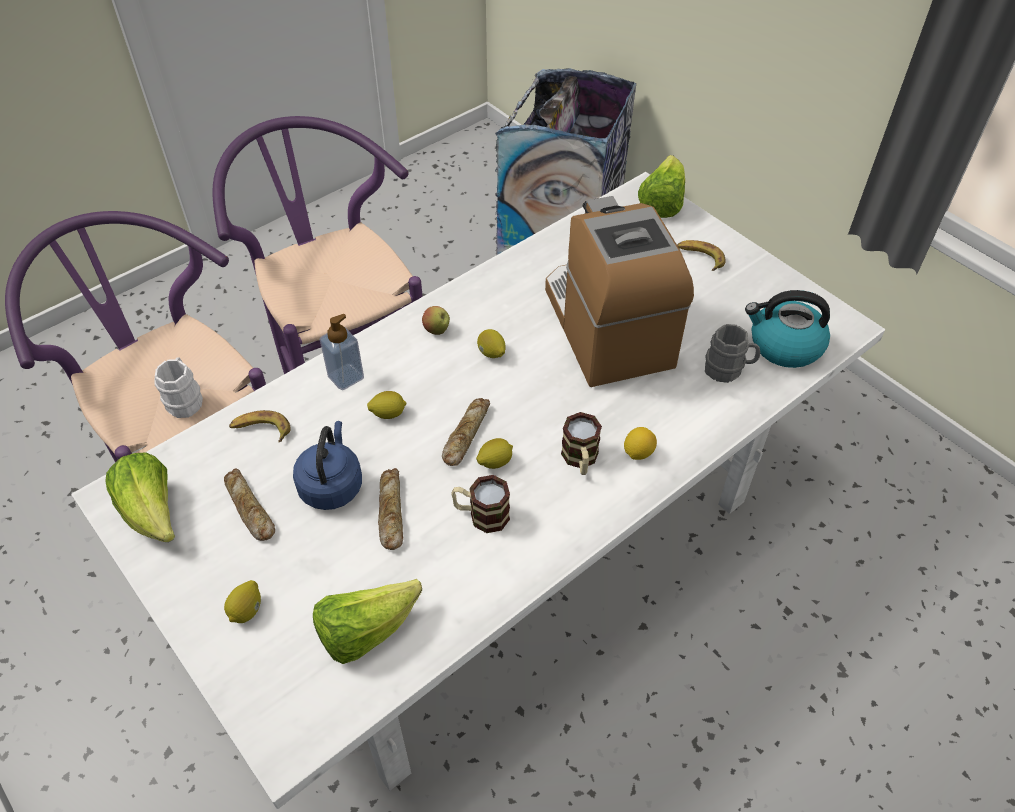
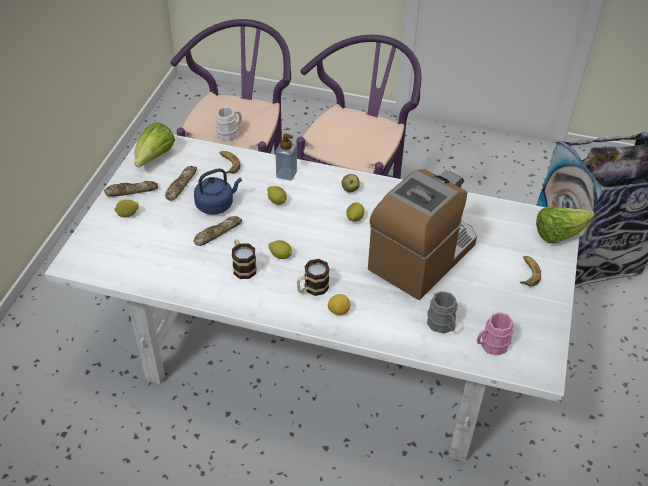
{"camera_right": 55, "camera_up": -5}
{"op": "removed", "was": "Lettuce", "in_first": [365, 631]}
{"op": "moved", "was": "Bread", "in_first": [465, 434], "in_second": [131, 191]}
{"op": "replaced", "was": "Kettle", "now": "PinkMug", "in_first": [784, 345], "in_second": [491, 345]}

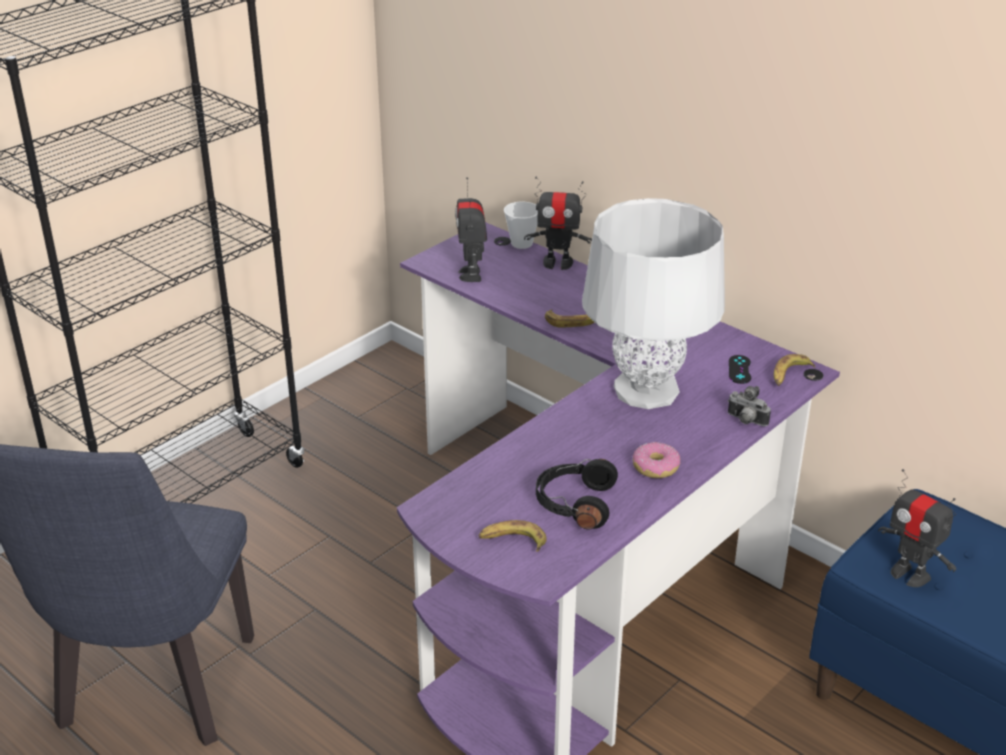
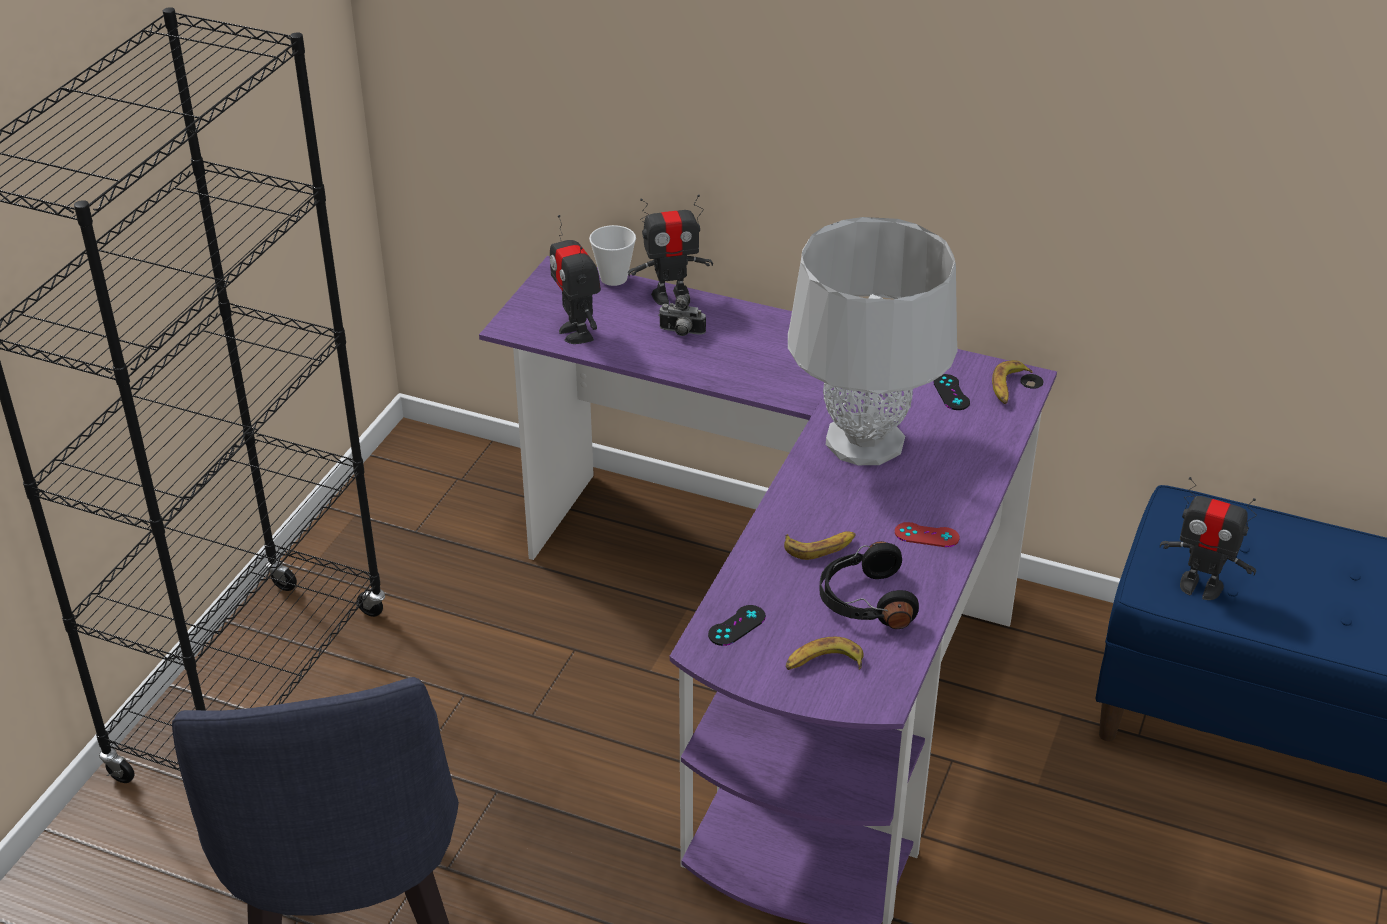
{"camera_right": -20, "camera_up": 5}
{"op": "moved", "was": "Banana", "in_first": [571, 322], "in_second": [820, 547]}
{"op": "replaced", "was": "Donut", "now": "RedGameController", "in_first": [655, 467], "in_second": [926, 535]}
{"op": "moved", "was": "PhotoCamera", "in_first": [745, 421], "in_second": [681, 333]}
{"op": "added", "now": "BlackGameController", "in_second": [736, 626]}

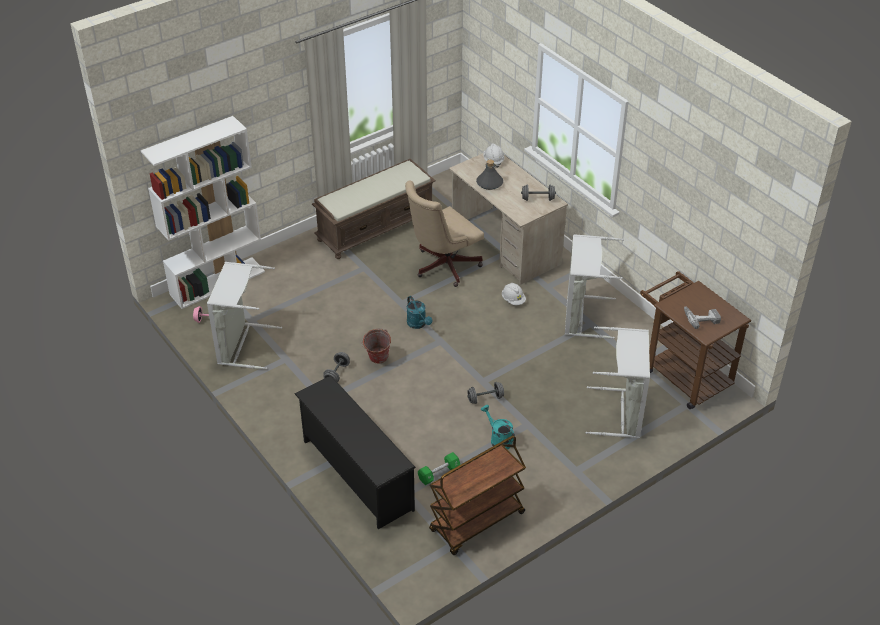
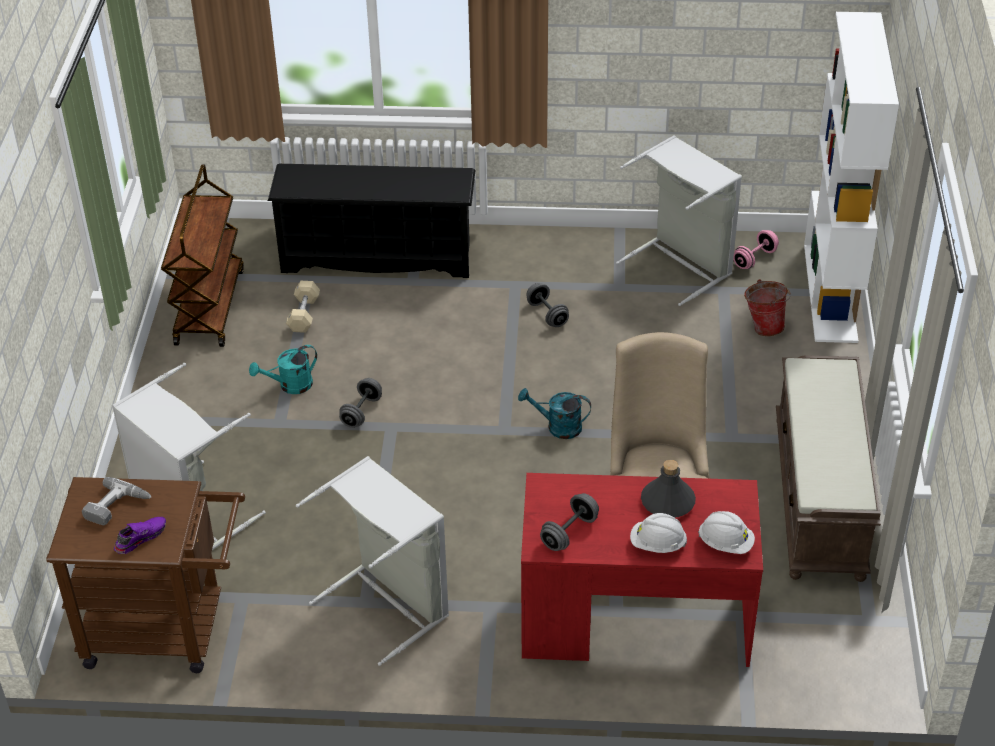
{"camera_right": 130, "camera_up": 0}
{"op": "moved", "was": "Bucket", "in_first": [377, 360], "in_second": [764, 326]}
{"op": "recoloured", "was": "GreenDumbbell", "now": "BeigeDumbbell", "in_first": [439, 473], "in_second": [304, 314]}
{"op": "recoloured", "was": "BeigeDesk", "now": "RedDesk", "in_first": [505, 245], "in_second": [634, 621]}
{"op": "turned", "was": "TurquoiseWateringCan", "in_first": [498, 439], "in_second": [290, 386], "clockwise": 150}
{"op": "moved", "was": "WhiteHardHat", "in_first": [513, 300], "in_second": [657, 544]}
{"op": "added", "now": "PurpleShoe", "in_second": [140, 537]}

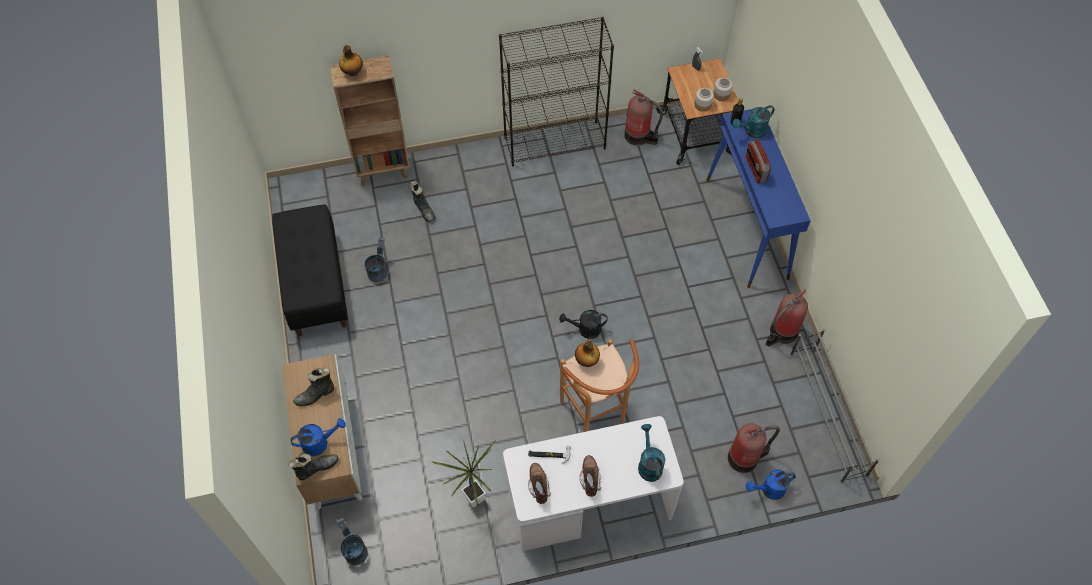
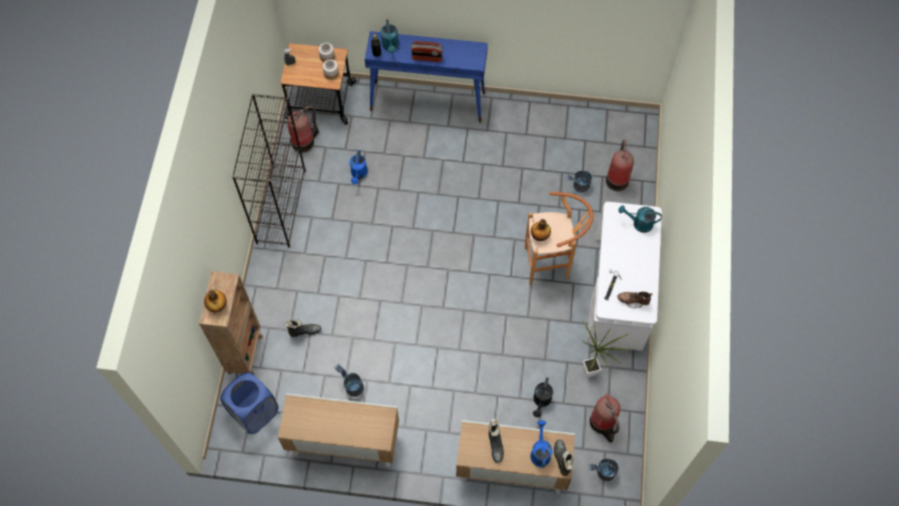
{"camera_right": -70, "camera_up": 5}
{"op": "replaced", "was": "BlackBench", "now": "Cabinet", "in_first": [315, 284], "in_second": [343, 443]}
{"op": "moved", "was": "BlackWateringCan", "in_first": [585, 330], "in_second": [541, 401]}
{"op": "removed", "was": "BrownBoot", "in_first": [590, 478]}
{"op": "moved", "was": "BlueWateringCan", "in_first": [769, 490], "in_second": [358, 174]}
{"op": "moved", "was": "FireExtinguisher", "in_first": [782, 333], "in_second": [603, 424]}
{"op": "removed", "was": "GreyShoeRack", "in_first": [827, 414]}
{"op": "added", "now": "BlueLaundryBasket", "in_second": [254, 412]}
{"op": "added", "now": "GreyBucket", "in_second": [578, 186]}

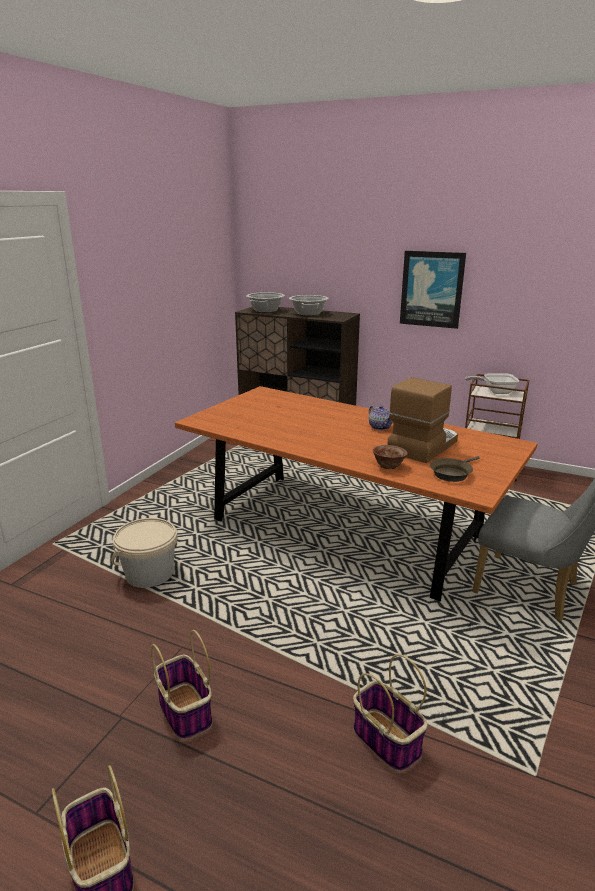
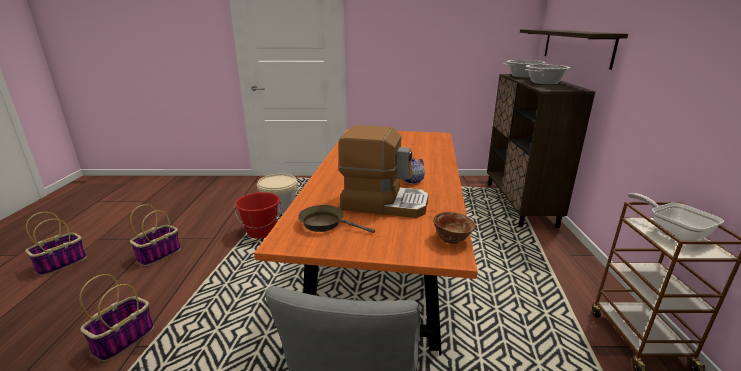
{"camera_right": 65, "camera_up": 0}
{"op": "moved", "was": "Bowl", "in_first": [388, 466], "in_second": [452, 239]}
{"op": "removed", "was": "Picture", "in_first": [432, 289]}
{"op": "added", "now": "RedBucket", "in_second": [261, 232]}
{"op": "added", "now": "Shelf", "in_second": [576, 46]}

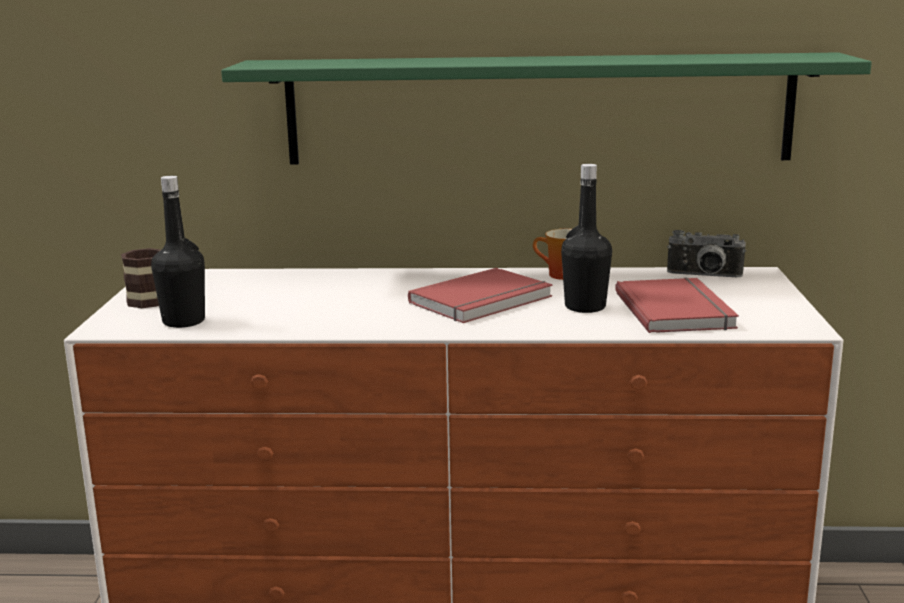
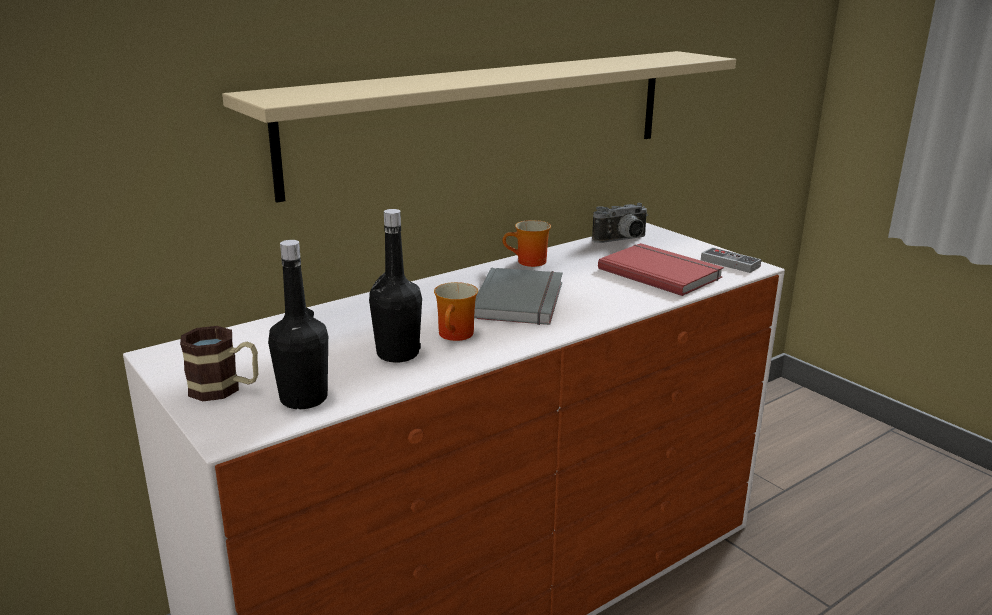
{"camera_right": -40, "camera_up": 5}
{"op": "recoloured", "was": "GreenShelf", "now": "BeigeShelf", "in_first": [537, 109], "in_second": [490, 117]}
{"op": "recoloured", "was": "RedBook", "now": "GreyBook", "in_first": [484, 301], "in_second": [522, 300]}
{"op": "moved", "was": "BlackBottle", "in_first": [585, 307], "in_second": [398, 354]}
{"op": "added", "now": "Mug", "in_second": [458, 335]}
{"op": "added", "now": "GameController", "in_second": [730, 263]}

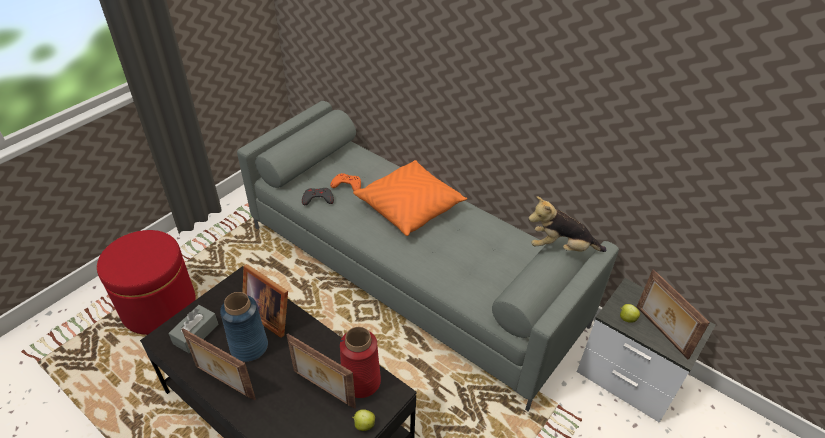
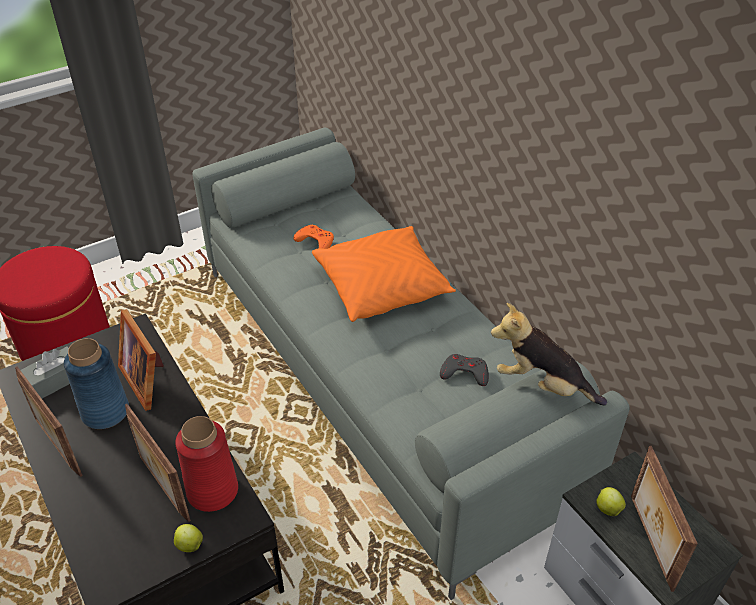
{"camera_right": 20, "camera_up": 0}
{"op": "moved", "was": "GreyGameController", "in_first": [318, 199], "in_second": [464, 373]}

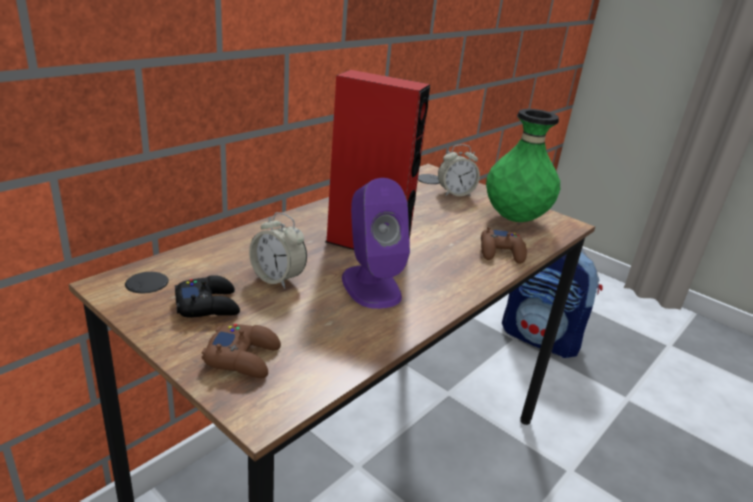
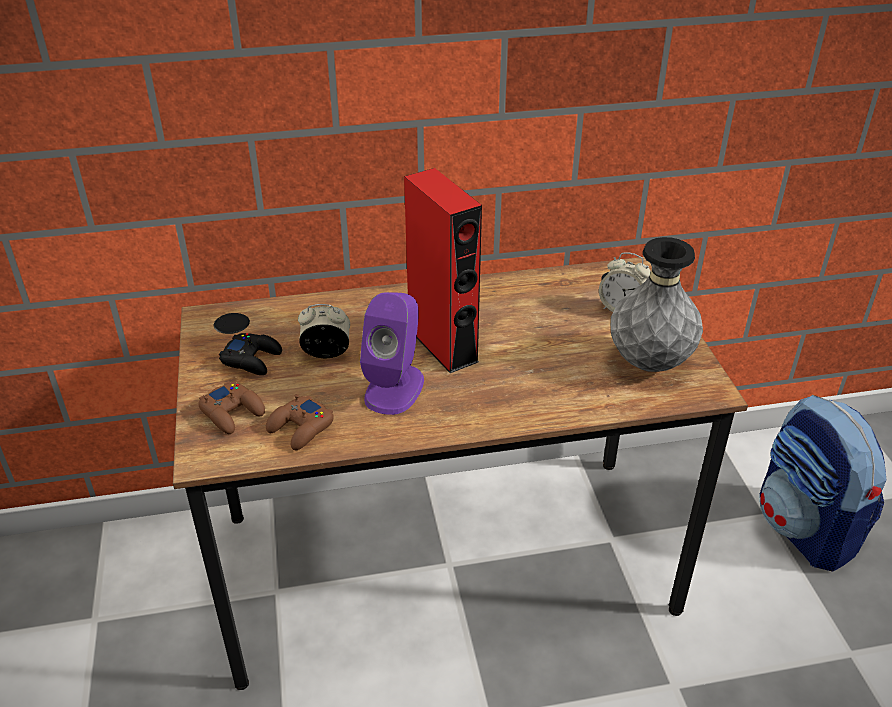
{"camera_right": 40, "camera_up": 10}
{"op": "turned", "was": "AlarmClock", "in_first": [277, 278], "in_second": [326, 353], "clockwise": 105}
{"op": "moved", "was": "BrownGameController", "in_first": [501, 252], "in_second": [301, 428]}
{"op": "recoloured", "was": "GreenVase", "now": "GreyVase", "in_first": [515, 219], "in_second": [649, 363]}

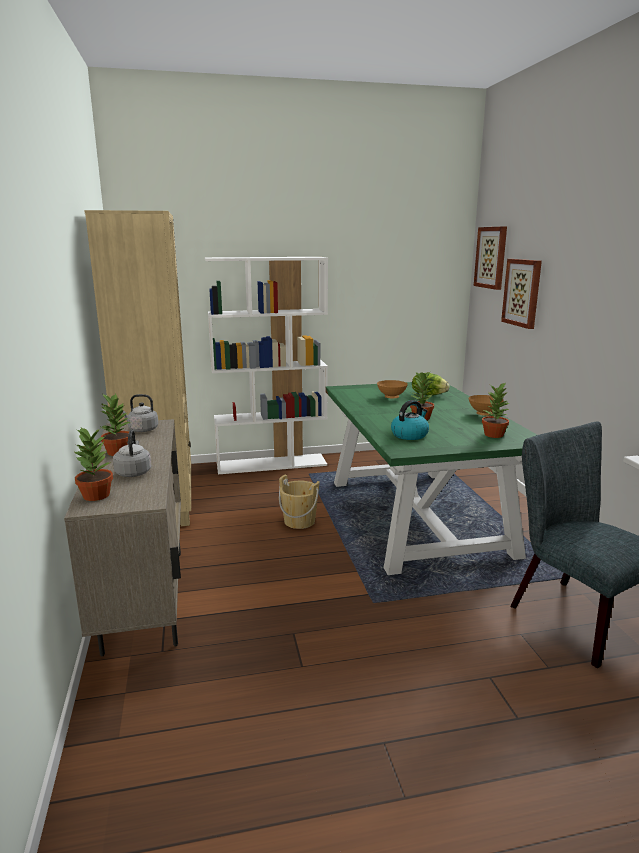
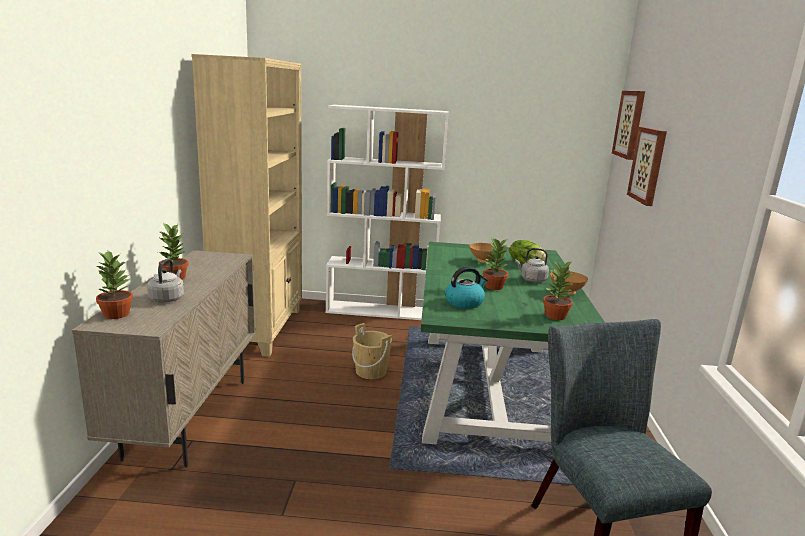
{"camera_right": 15, "camera_up": 0}
{"op": "moved", "was": "GreyKettle", "in_first": [141, 429], "in_second": [532, 280]}

